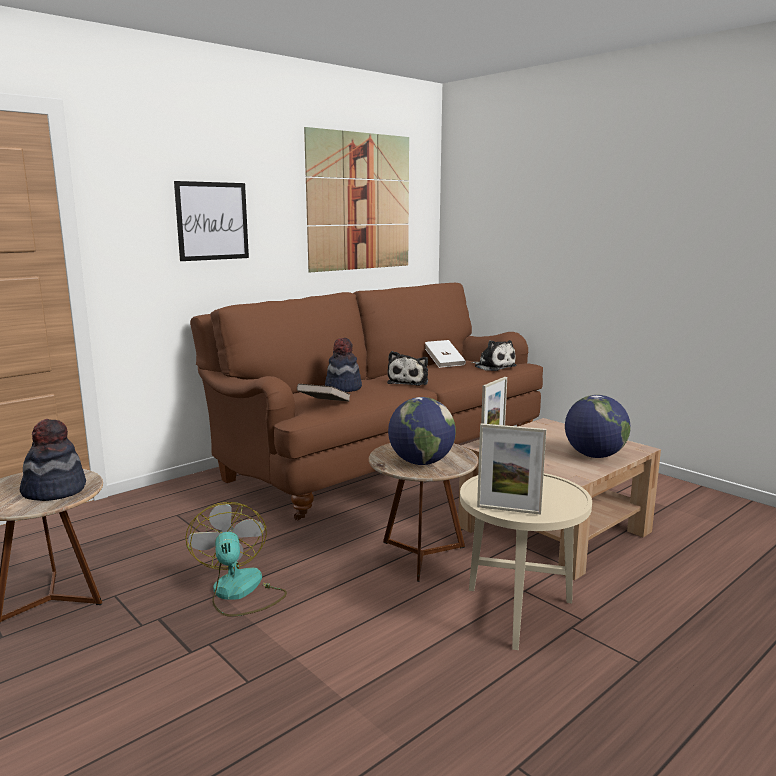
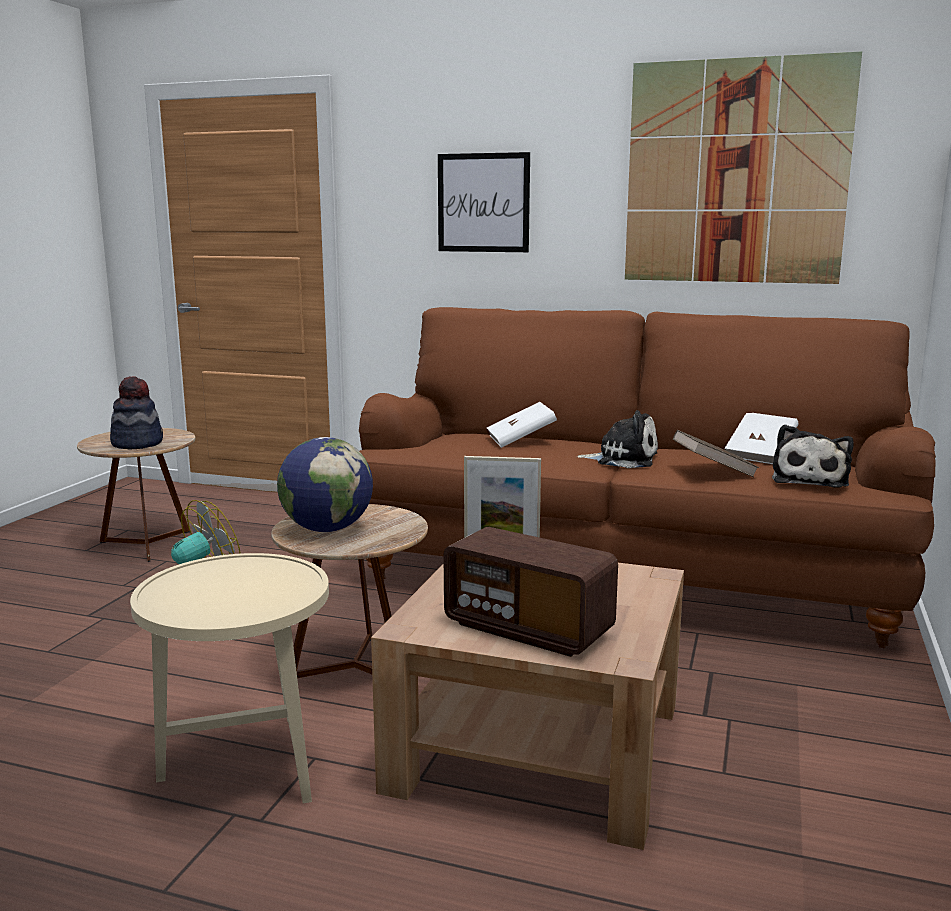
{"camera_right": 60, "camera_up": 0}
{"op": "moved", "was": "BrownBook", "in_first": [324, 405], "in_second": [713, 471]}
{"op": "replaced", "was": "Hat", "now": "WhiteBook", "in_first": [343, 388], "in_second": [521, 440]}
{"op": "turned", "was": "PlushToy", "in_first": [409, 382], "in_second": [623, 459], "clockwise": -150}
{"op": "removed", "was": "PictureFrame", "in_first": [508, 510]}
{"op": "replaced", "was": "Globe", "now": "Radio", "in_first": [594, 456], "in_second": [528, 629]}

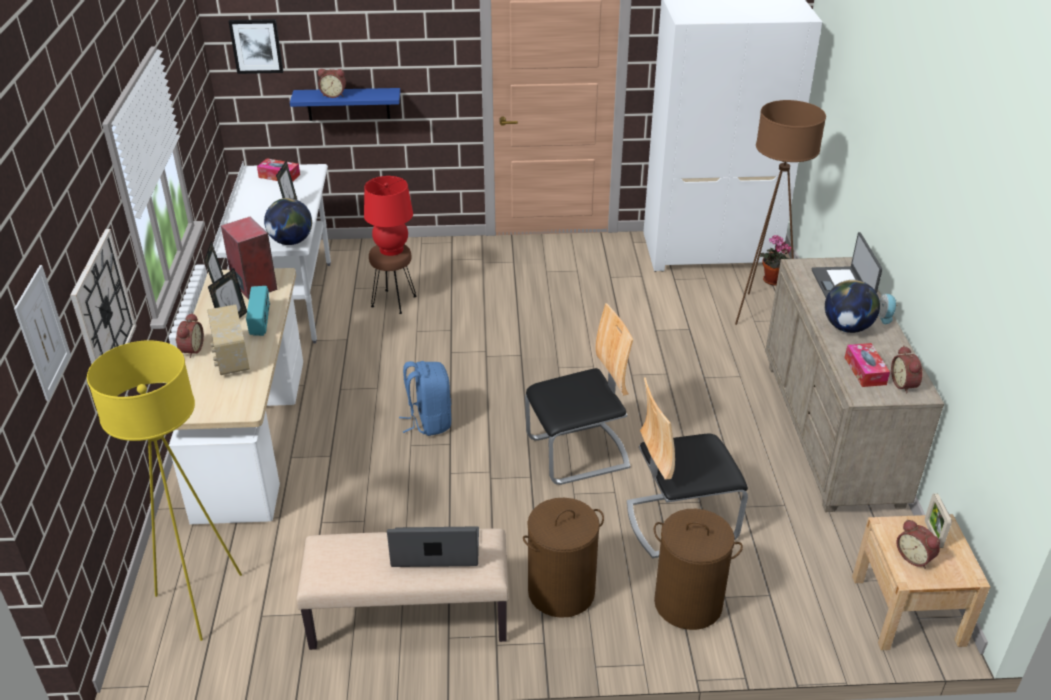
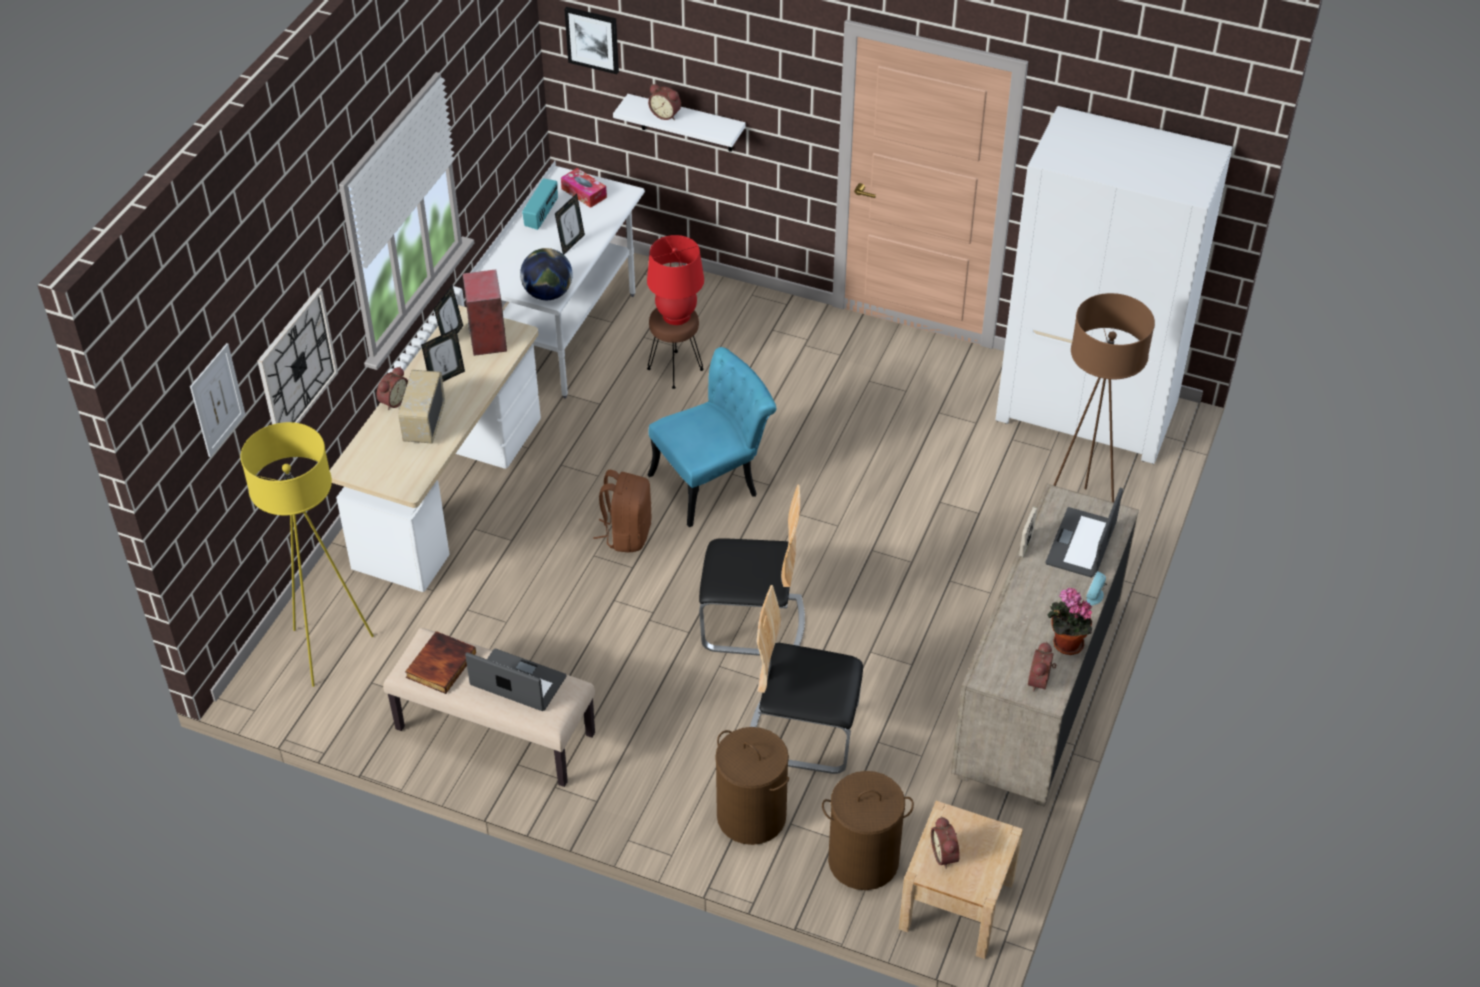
{"camera_right": 25, "camera_up": 10}
{"op": "moved", "was": "Radio", "in_first": [261, 322], "in_second": [542, 215]}
{"op": "recoloured", "was": "BlueShelf", "now": "WhiteShelf", "in_first": [348, 104], "in_second": [686, 123]}
{"op": "recoloured", "was": "BlueBackpack", "now": "BrownBackpack", "in_first": [429, 421], "in_second": [627, 534]}
{"op": "moved", "was": "BrownLaundryBasket", "in_first": [561, 592], "in_second": [862, 861]}
{"op": "moved", "was": "PottedPlant", "in_first": [771, 281], "in_second": [1065, 644]}
{"op": "removed", "was": "Globe", "in_first": [847, 327]}
{"op": "removed", "was": "TissueBox", "in_first": [865, 371]}
{"op": "moved", "was": "PictureFrame", "in_first": [933, 534], "in_second": [1026, 545]}
{"op": "added", "now": "Book", "in_second": [440, 664]}
{"op": "added", "now": "TurquoiseChair", "in_second": [713, 481]}

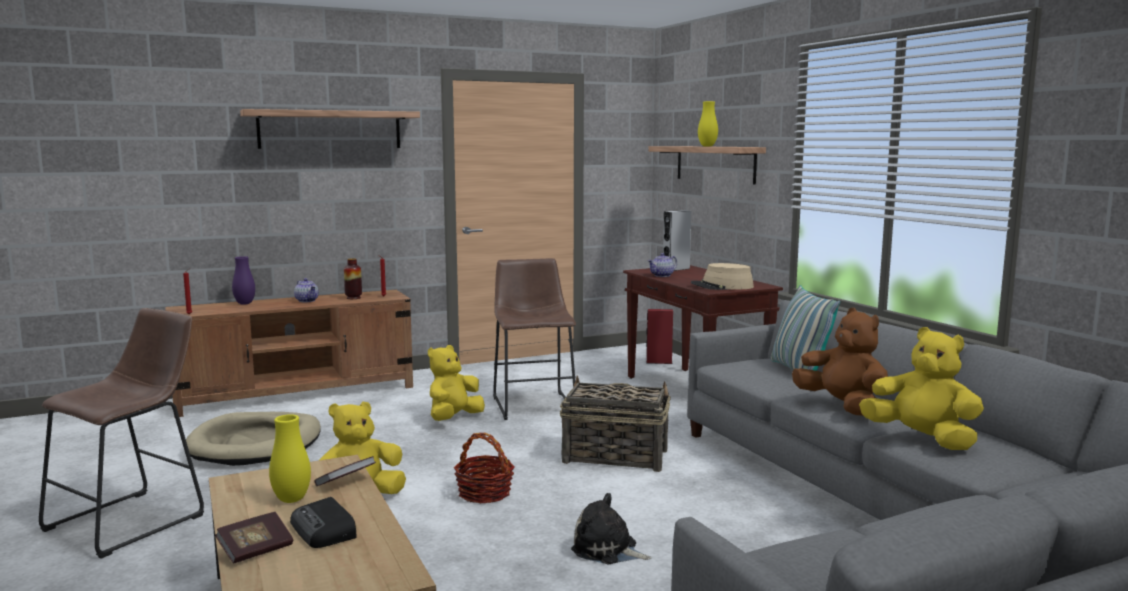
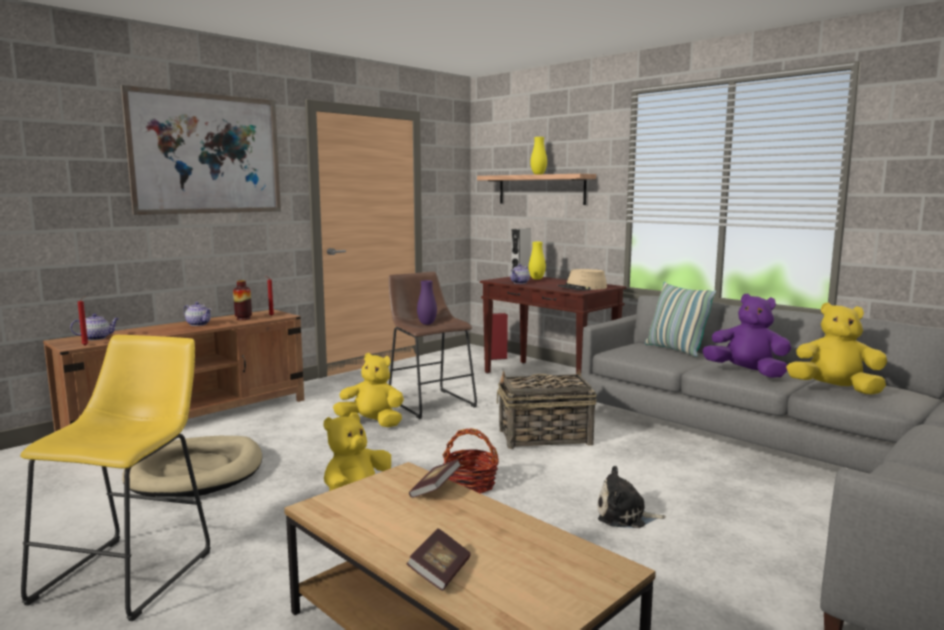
{"camera_right": -20, "camera_up": 0}
{"op": "recoloured", "was": "BrownStool", "now": "YellowStool", "in_first": [133, 520], "in_second": [131, 571]}
{"op": "moved", "was": "PurpleVase", "in_first": [244, 303], "in_second": [427, 324]}
{"op": "replaced", "was": "Shelf", "now": "Picture", "in_first": [330, 129], "in_second": [207, 154]}
{"op": "moved", "was": "YellowVase", "in_first": [291, 499], "in_second": [536, 279]}
{"op": "removed", "was": "Radio", "in_first": [324, 530]}
{"op": "turned", "was": "YellowPlushToy", "in_first": [454, 418], "in_second": [372, 423], "clockwise": 90}
{"op": "recoloured", "was": "BrownPlushToy", "now": "PurplePlushToy", "in_first": [842, 406], "in_second": [747, 372]}
{"op": "added", "now": "Teapot", "in_second": [97, 338]}

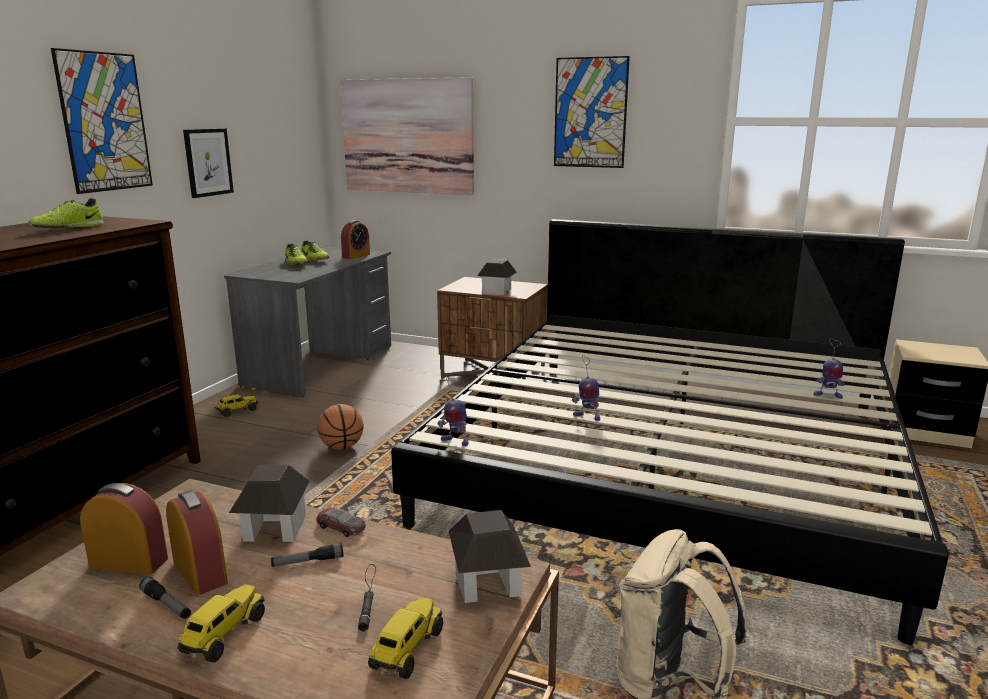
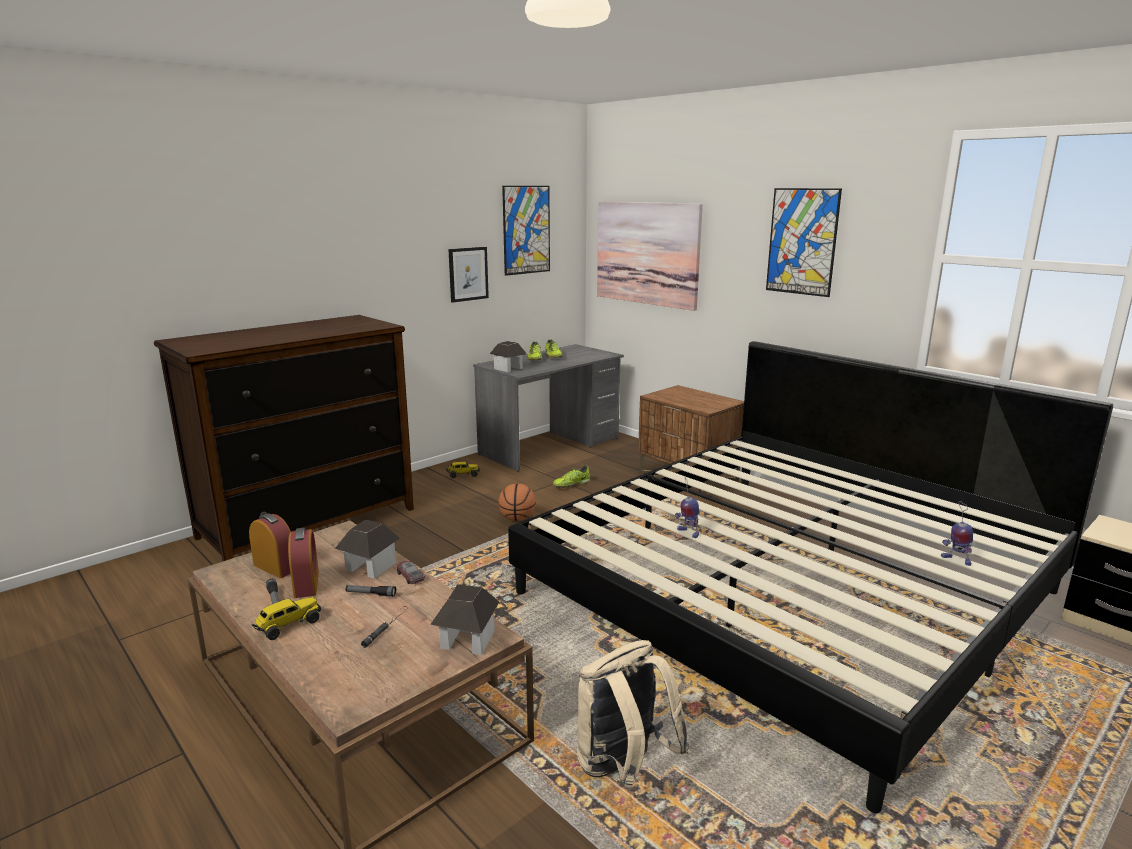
{"camera_right": 25, "camera_up": 0}
{"op": "moved", "was": "Shoe", "in_first": [67, 229], "in_second": [571, 484]}
{"op": "moved", "was": "Picture", "in_first": [105, 122], "in_second": [526, 230]}
{"op": "removed", "was": "AlarmClock", "in_first": [356, 256]}
{"op": "removed", "was": "ToyTruck", "in_first": [407, 650]}
{"op": "removed", "was": "ToyRobot", "in_first": [454, 441]}
{"op": "moved", "was": "ToyHouse", "in_first": [497, 291], "in_second": [508, 368]}

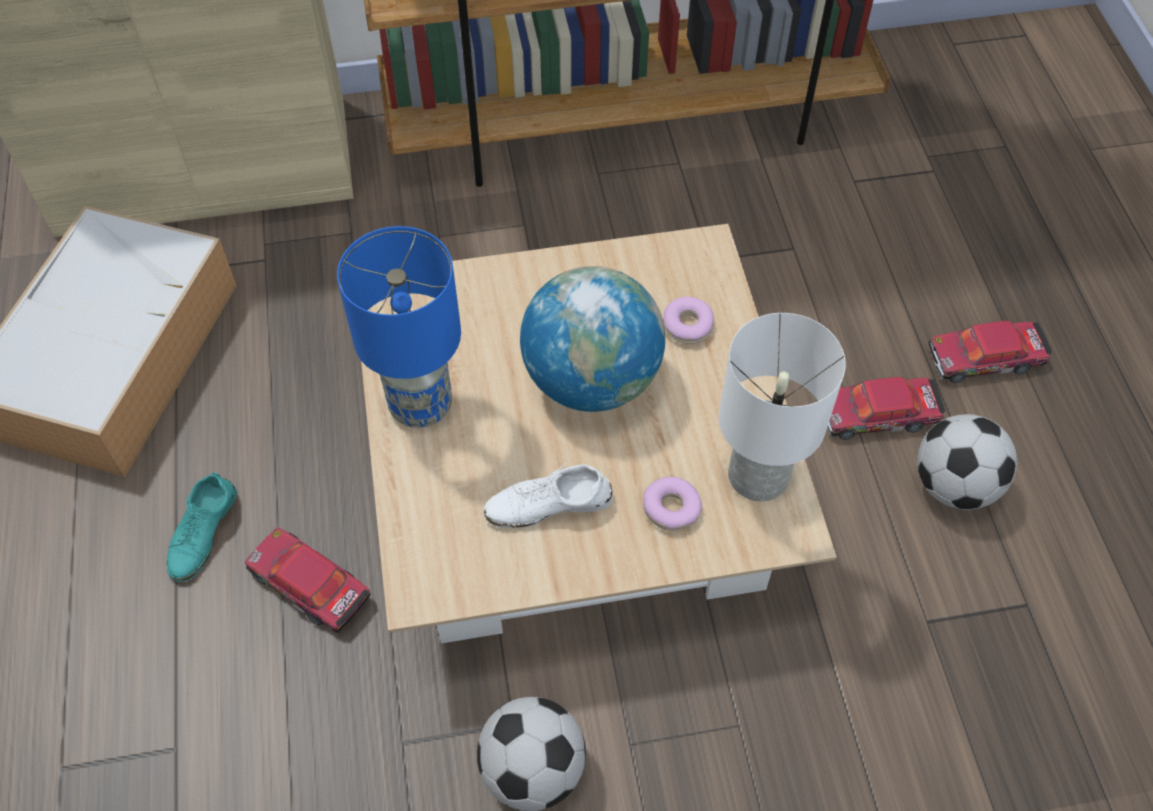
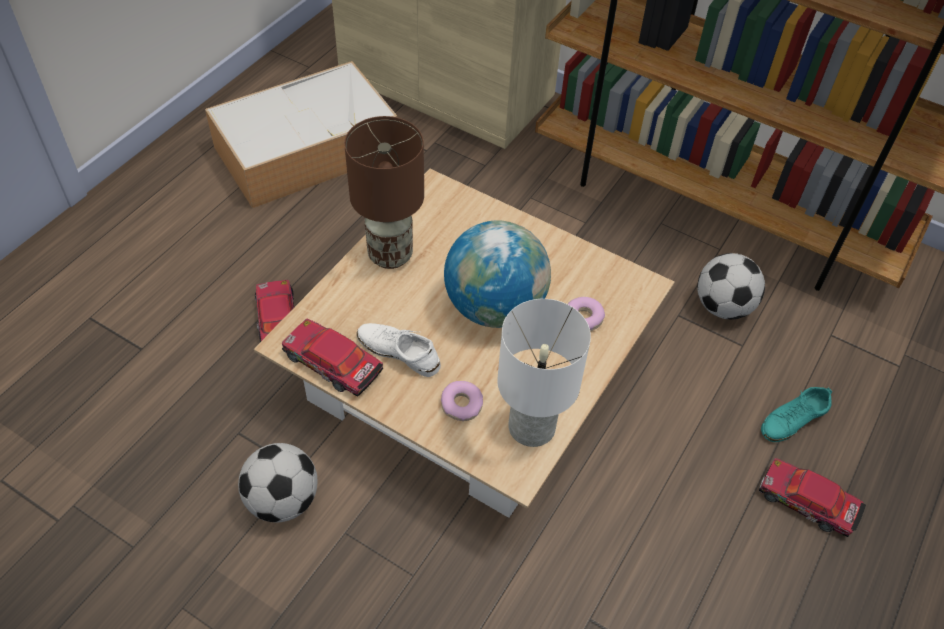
{"camera_right": 40, "camera_up": -5}
{"op": "moved", "was": "TurquoiseShoe", "in_first": [202, 532], "in_second": [793, 419]}
{"op": "recoloured", "was": "BlueTableLamp", "now": "BrownTableLamp", "in_first": [419, 406], "in_second": [389, 255]}
{"op": "moved", "was": "ToyCar", "in_first": [878, 415], "in_second": [333, 364]}
{"op": "moved", "was": "Football", "in_first": [953, 486], "in_second": [722, 307]}

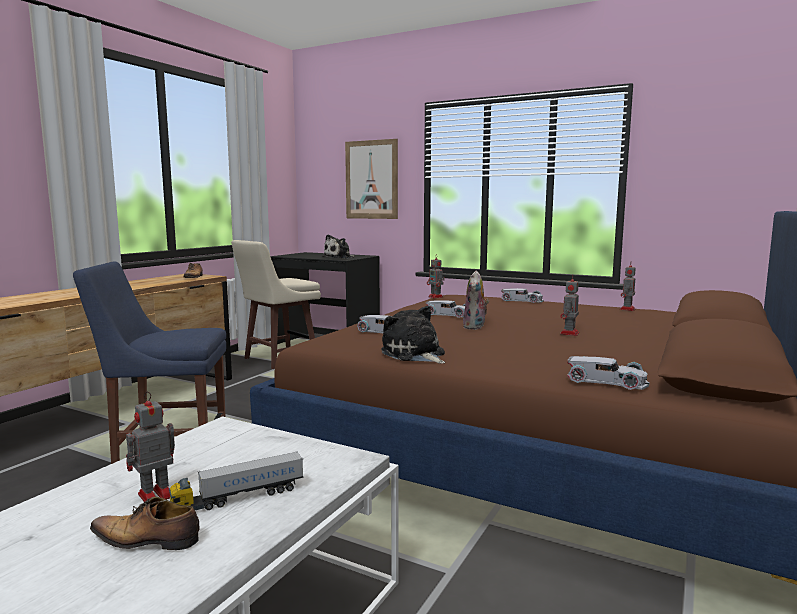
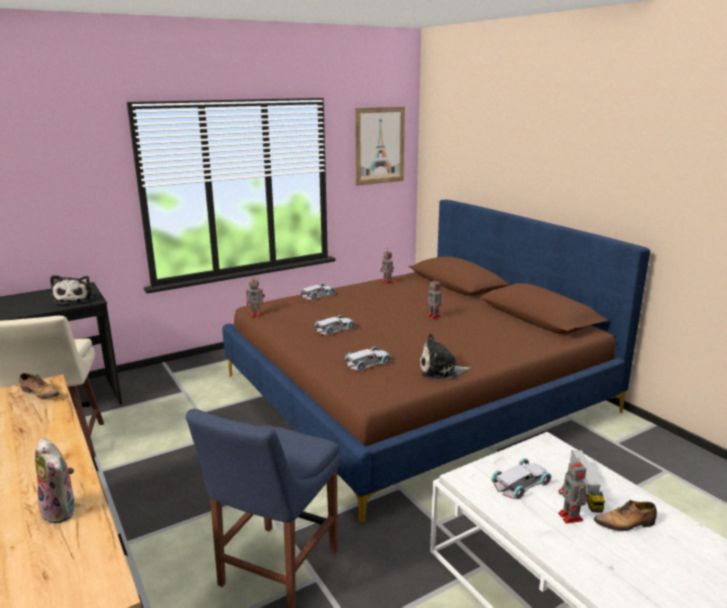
{"camera_right": -60, "camera_up": 10}
{"op": "turned", "was": "Shoe", "in_first": [147, 540], "in_second": [626, 524], "clockwise": 45}
{"op": "moved", "was": "Picture", "in_first": [371, 180], "in_second": [379, 145]}
{"op": "moved", "was": "PlushToy", "in_first": [475, 327], "in_second": [62, 511]}
{"op": "moved", "was": "WhiteToyCar", "in_first": [606, 381], "in_second": [522, 483]}

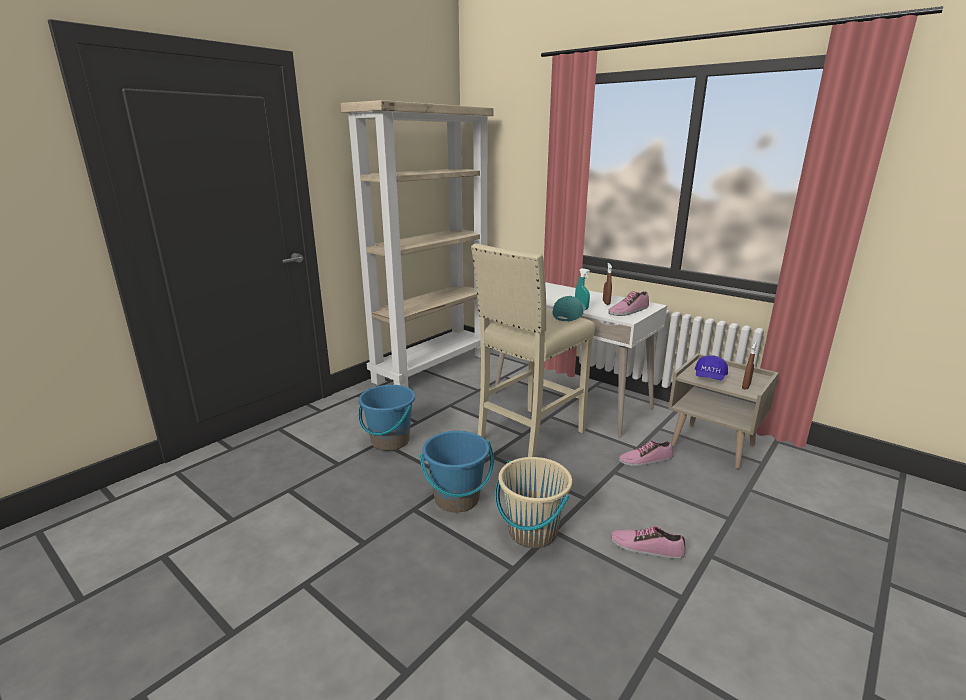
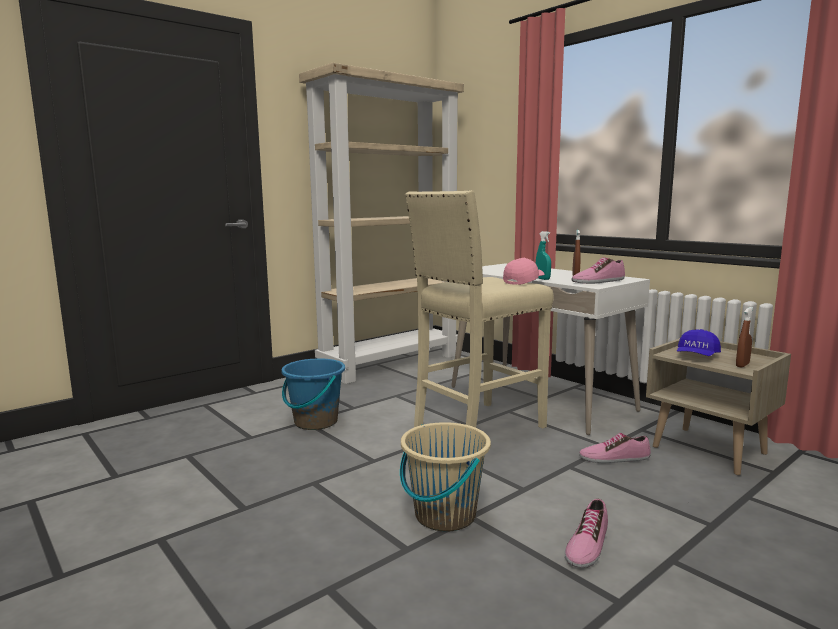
{"camera_right": 10, "camera_up": -10}
{"op": "removed", "was": "BlueBucket", "in_first": [457, 499]}
{"op": "recoloured", "was": "TurquoiseCap", "now": "PinkCap", "in_first": [569, 315], "in_second": [523, 281]}
{"op": "turned", "was": "Shoe", "in_first": [646, 547], "in_second": [586, 544], "clockwise": -90}

